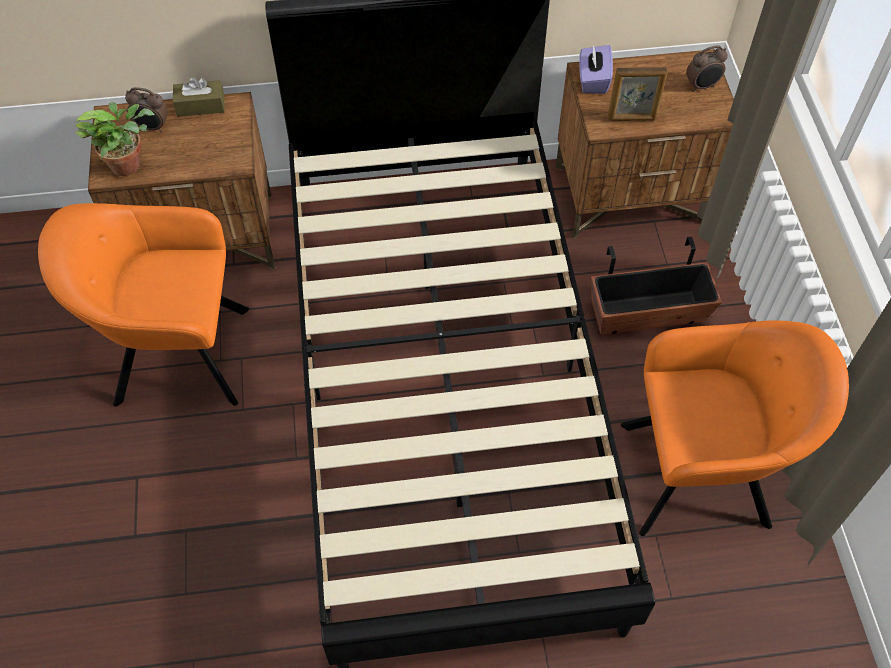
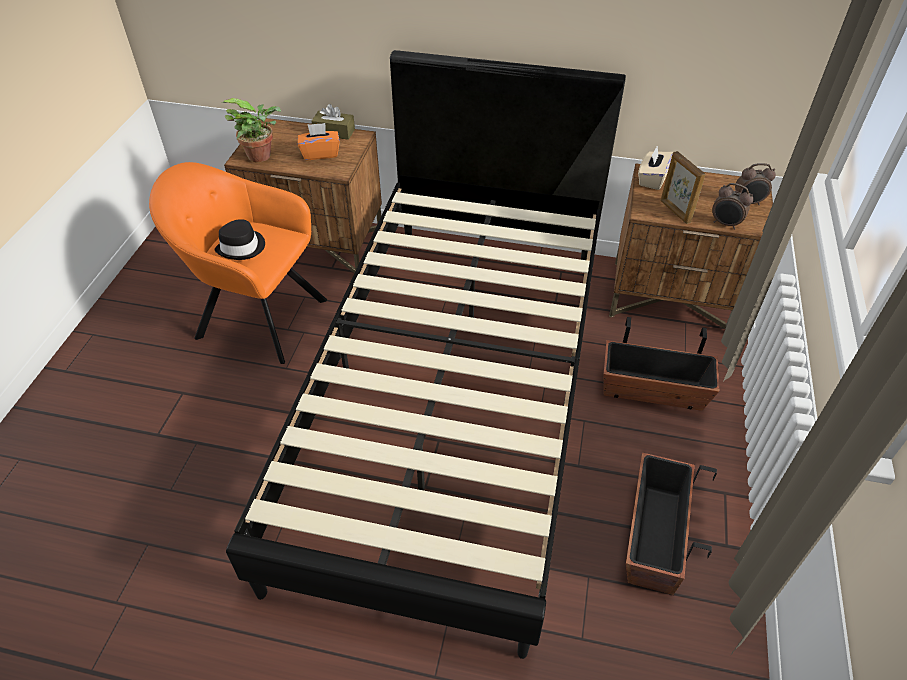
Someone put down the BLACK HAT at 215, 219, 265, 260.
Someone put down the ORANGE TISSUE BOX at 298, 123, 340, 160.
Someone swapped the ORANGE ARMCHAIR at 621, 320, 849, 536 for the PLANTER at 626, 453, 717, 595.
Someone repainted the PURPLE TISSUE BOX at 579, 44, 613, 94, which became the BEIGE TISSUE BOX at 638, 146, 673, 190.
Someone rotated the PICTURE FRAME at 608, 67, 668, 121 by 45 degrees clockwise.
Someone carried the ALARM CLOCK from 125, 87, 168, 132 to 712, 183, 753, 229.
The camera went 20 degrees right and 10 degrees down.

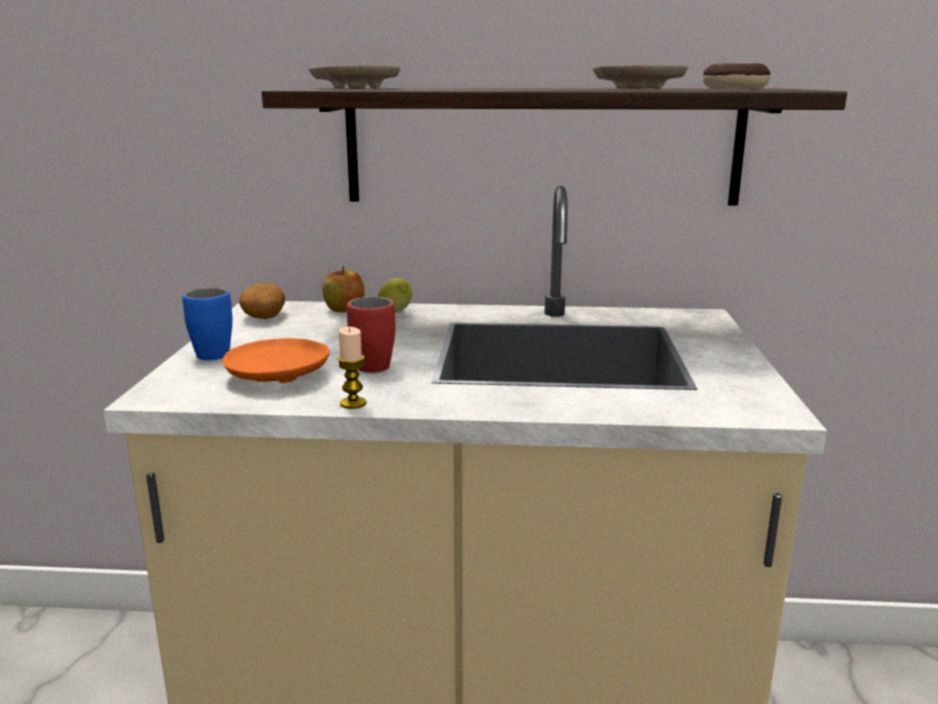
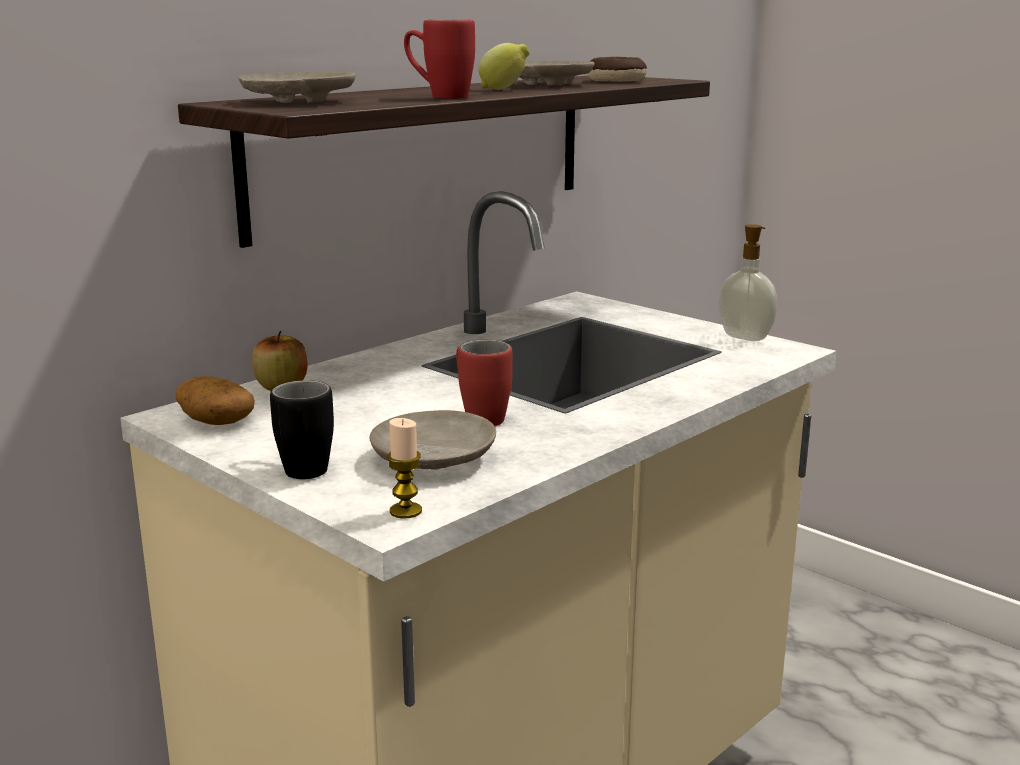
Someone repainted the BLUE MUG at 182, 288, 232, 360, which became the BLACK MUG at 270, 380, 334, 479.
Someone repainted the ORANGE PLATE at 223, 338, 330, 383, which became the BEIGE PLATE at 370, 410, 496, 470.
Someone carried the CANDLE from 337, 327, 367, 409 to 387, 418, 422, 518.
Someone put down the RED MUG at 404, 20, 475, 99.
Someone carried the LEMON from 378, 278, 412, 313 to 478, 43, 530, 90.
Someone put down the SOAP DISPENSER at 719, 224, 777, 341.
The camera went 50 degrees left and 0 degrees up.

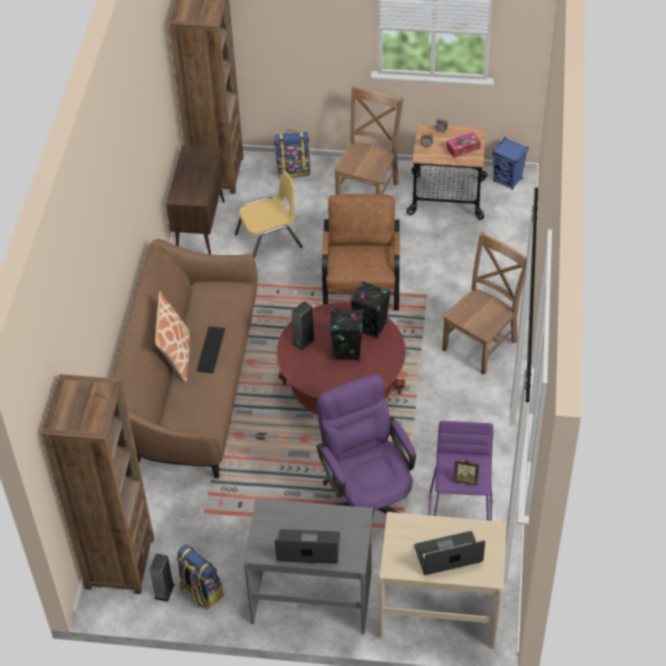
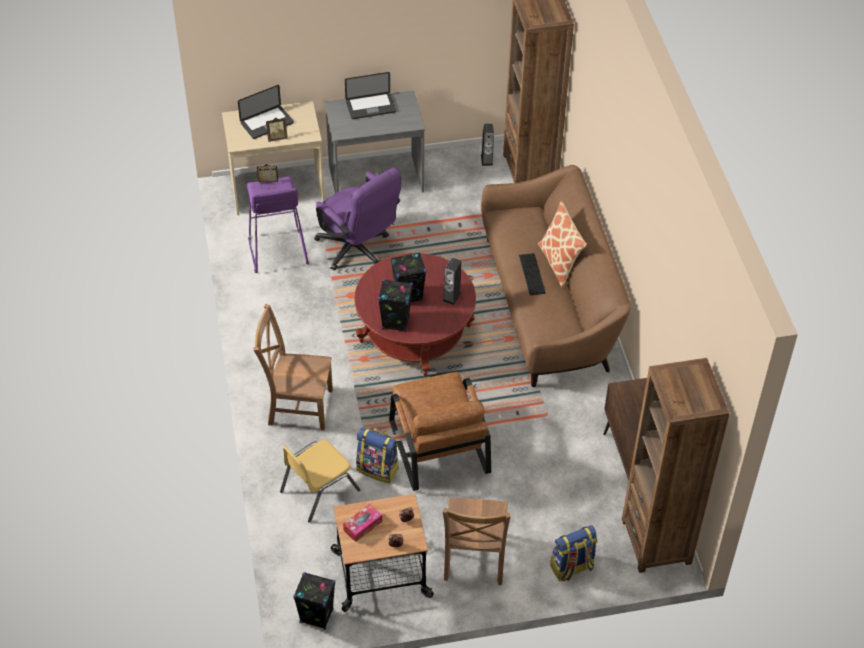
Someone rotated the BROWN CHAIR at 442, 231, 527, 375 by 75 degrees clockwise.
Someone put down the PICTURE FRAME at 266, 117, 288, 142.
Someone carried the YELLOW CHAIR from 235, 171, 303, 258 to 280, 440, 361, 523.
Someone repainted the BLUE SPEAKER at 492, 137, 528, 190, which became the BLACK SPEAKER at 293, 572, 335, 630.
Someone carried the BACKPACK from 176, 545, 224, 609 to 356, 428, 399, 483.
The camera went 160 degrees right and 0 degrees up.

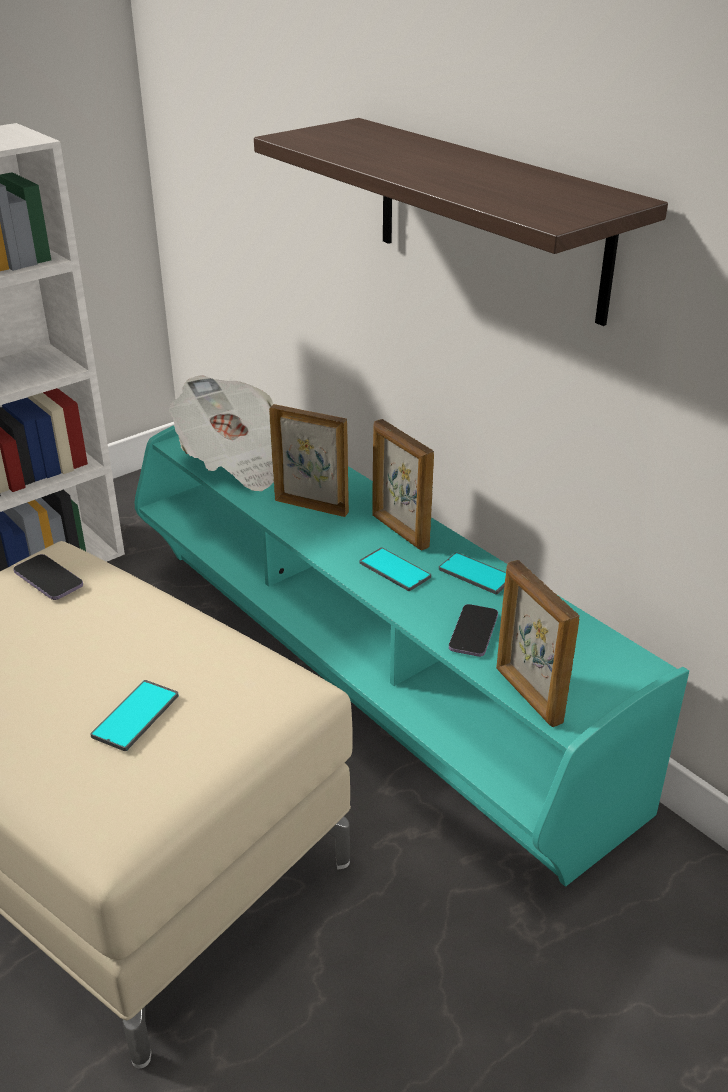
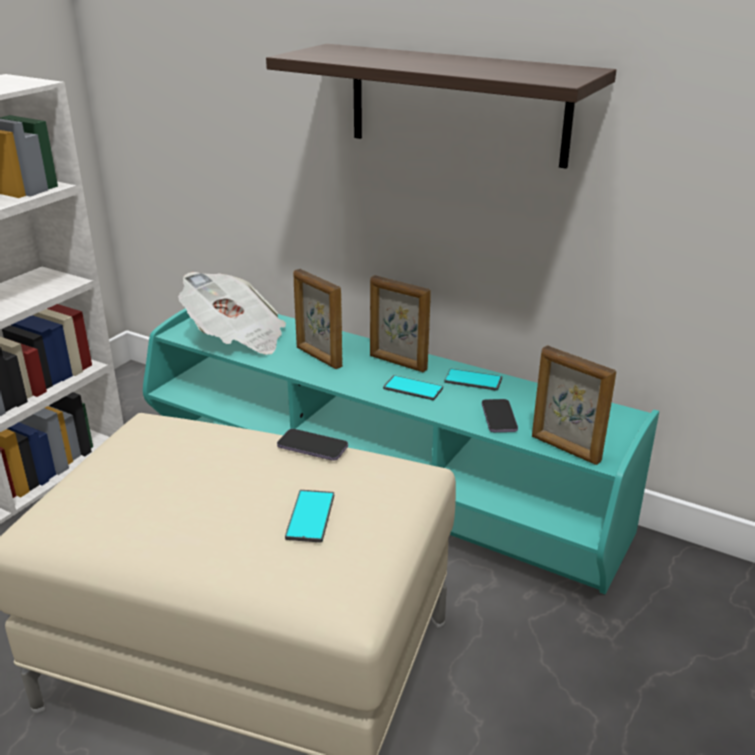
Someone carried the PHONE from 13, 554, 83, 600 to 277, 429, 348, 461.
Someone rotated the PICTURE FRAME at 269, 404, 349, 517 by 135 degrees counterclockwise.
The camera went 20 degrees left and 5 degrees down.

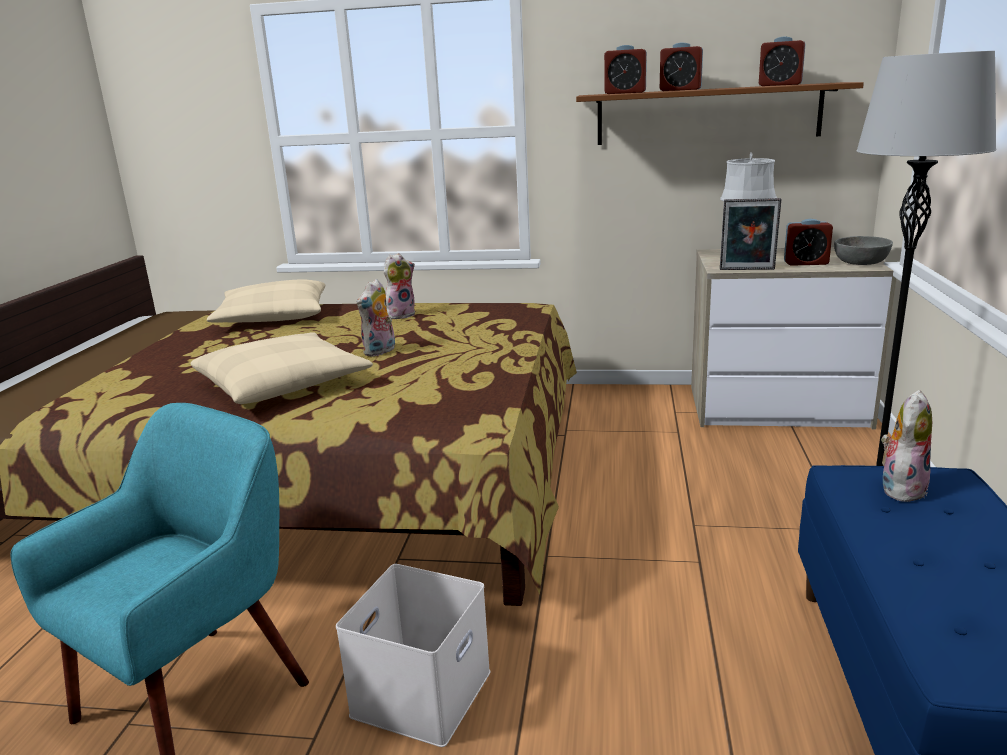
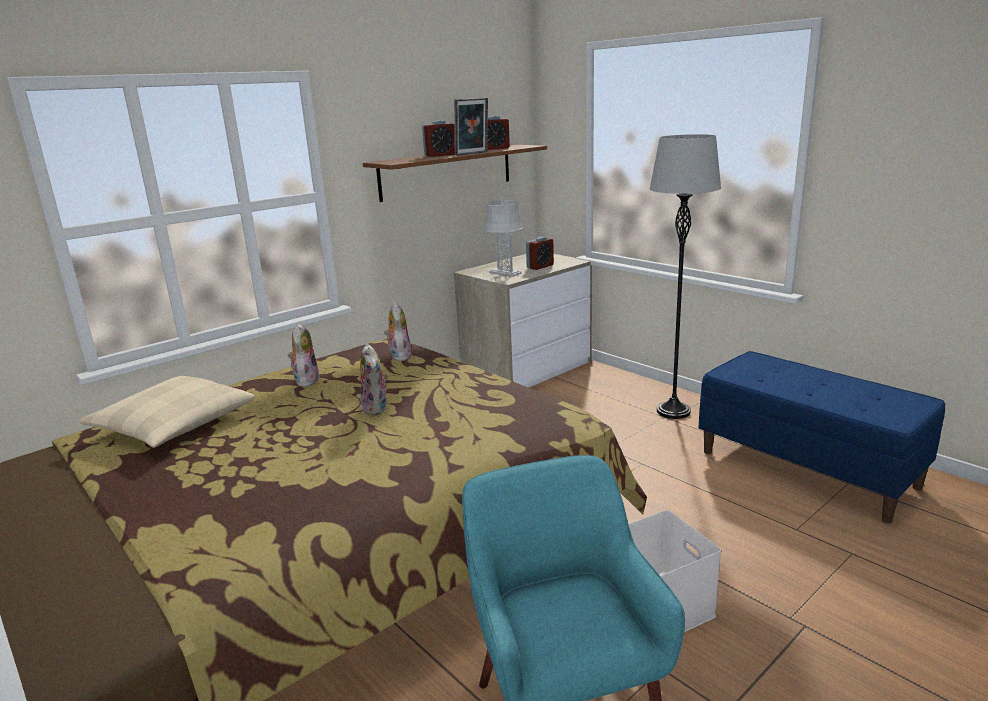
Someone carried the PLUSH TOY from 881, 390, 932, 502 to 384, 302, 412, 361.
Someone carried the PICTURE FRAME from 720, 198, 781, 270 to 454, 98, 488, 156.
Someone took away the BEIGE PILLOW at 190, 332, 373, 404.
Someone took away the ALARM CLOCK at 604, 45, 647, 94.
Someone took away the GREY BOWL at 834, 236, 893, 265.
The camera went 50 degrees left and 0 degrees up.

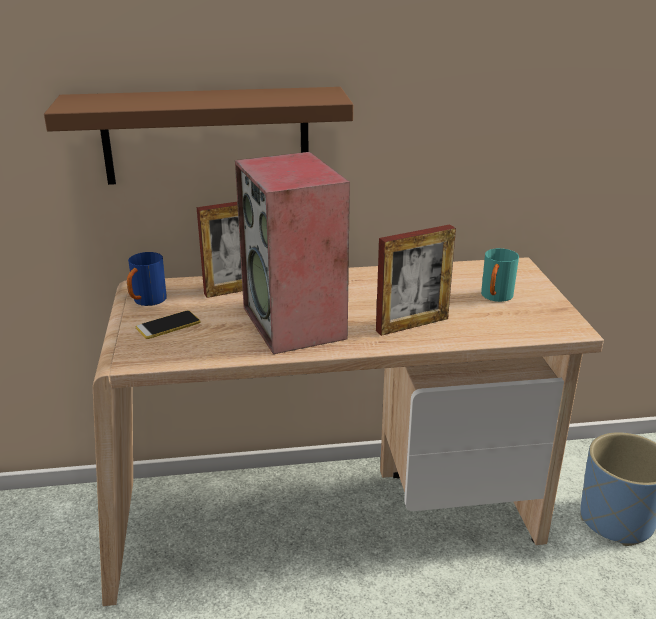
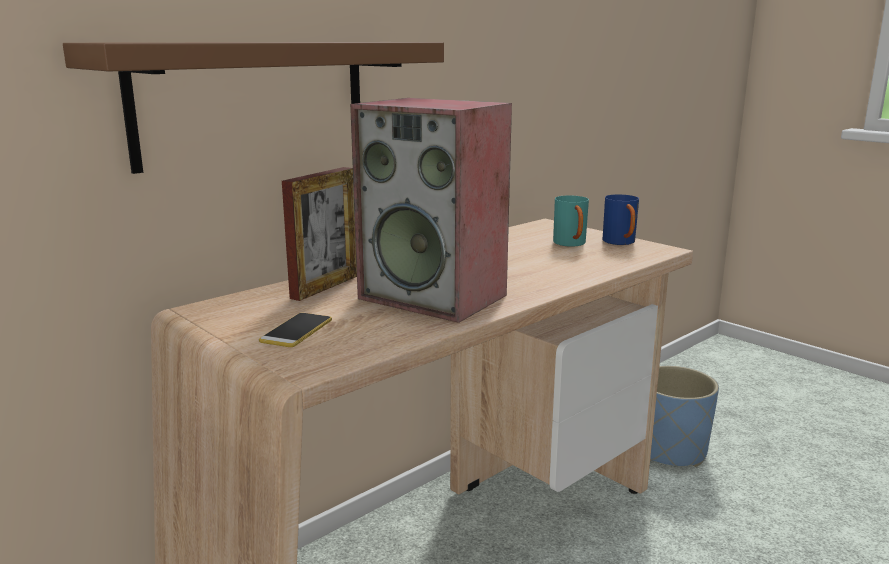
Someone carried the BLUE MUG from 127, 252, 167, 306 to 602, 194, 639, 245.
Someone took away the PICTURE FRAME at 376, 224, 456, 336.
The camera went 35 degrees left and 10 degrees down.

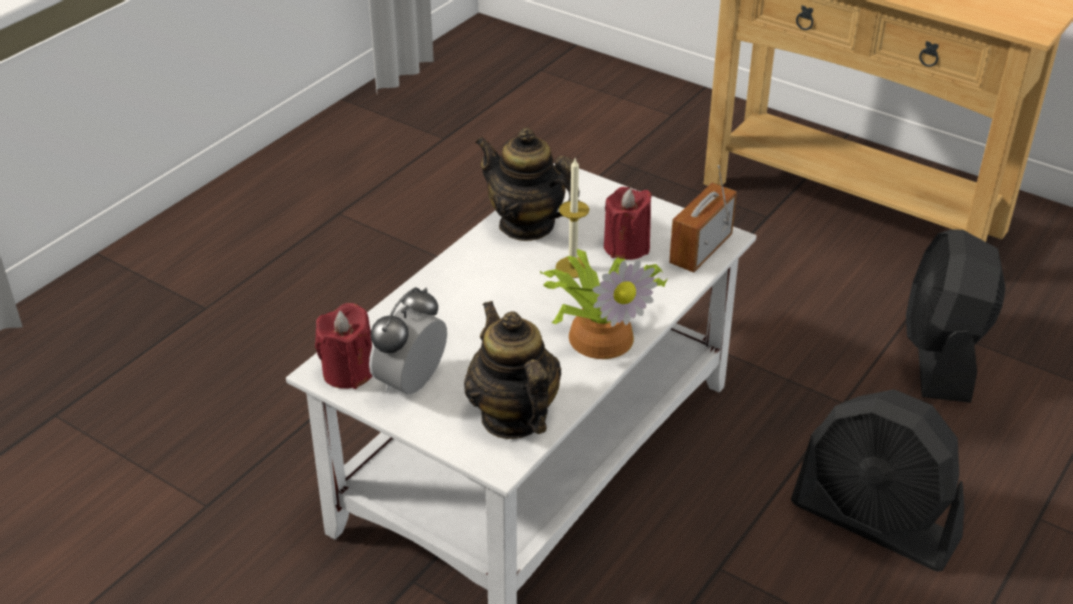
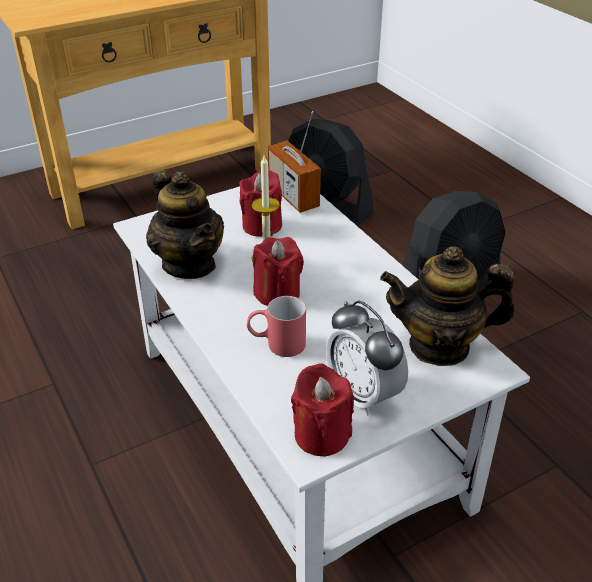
Someone rotated the TEAPOT at 475, 128, 579, 241 by 90 degrees counterclockwise.
Someone put down the RED MUG at 247, 296, 306, 357.
Someone put down the RED CANDLE at 253, 237, 304, 306.
Someone took away the POTTED PLANT at 540, 249, 669, 359.
The camera went 65 degrees left and 0 degrees up.

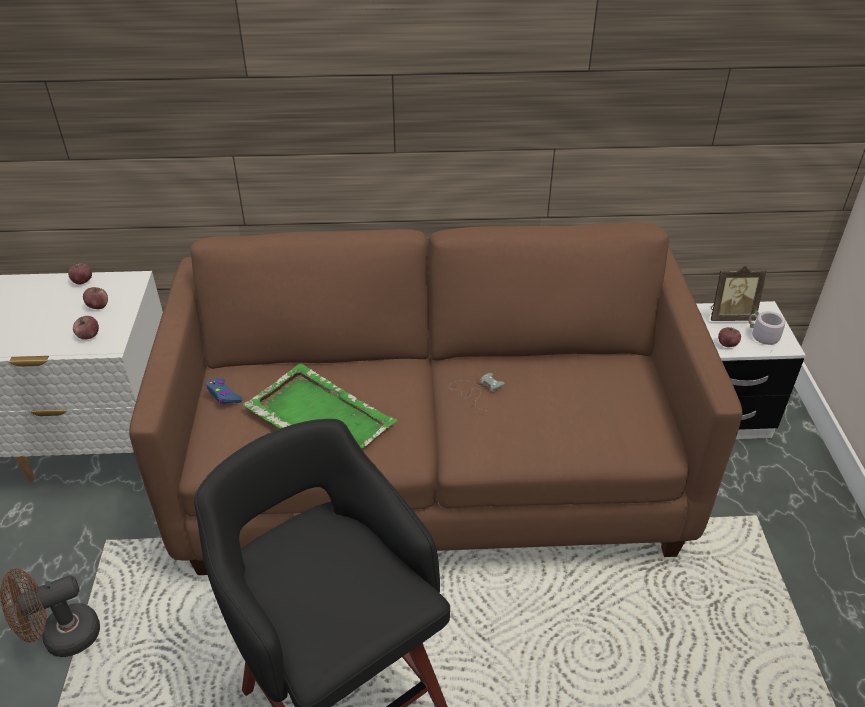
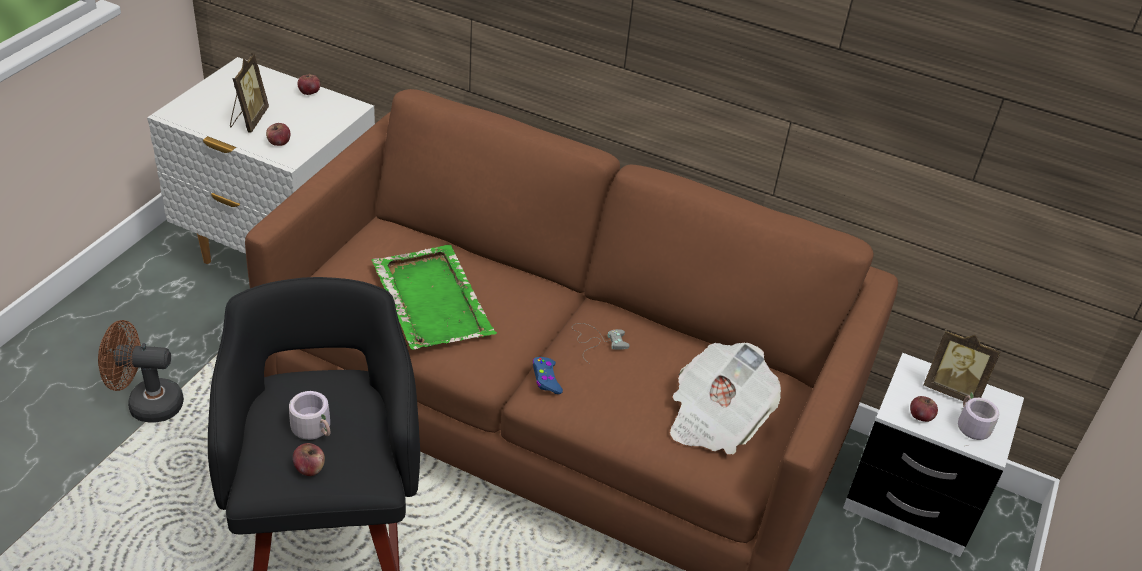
Someone put down the PICTURE FRAME at 230, 53, 269, 133.
Someone put down the GREY MUG at 289, 391, 330, 440.
Someone carried the APPLE from 83, 287, 108, 309 to 293, 443, 325, 476.
Someone carried the BLUE GAME CONTROLLER from 206, 378, 243, 404 to 532, 357, 563, 394.
Someone put down the NEWSPAPER at 670, 343, 781, 454.
The camera went 25 degrees right and 0 degrees up.

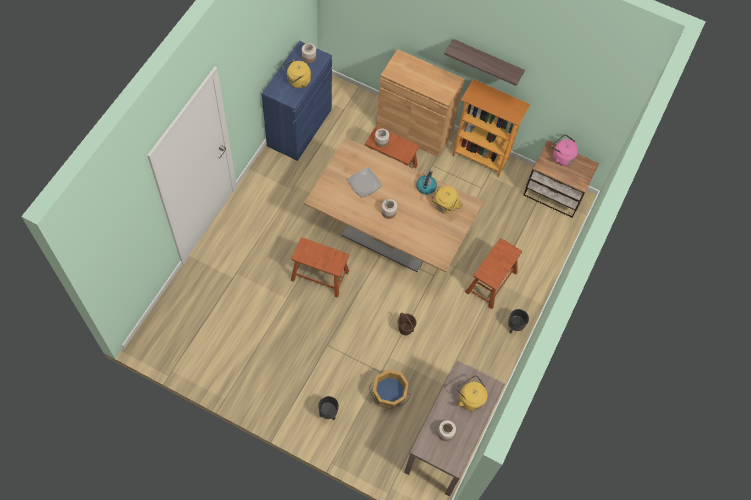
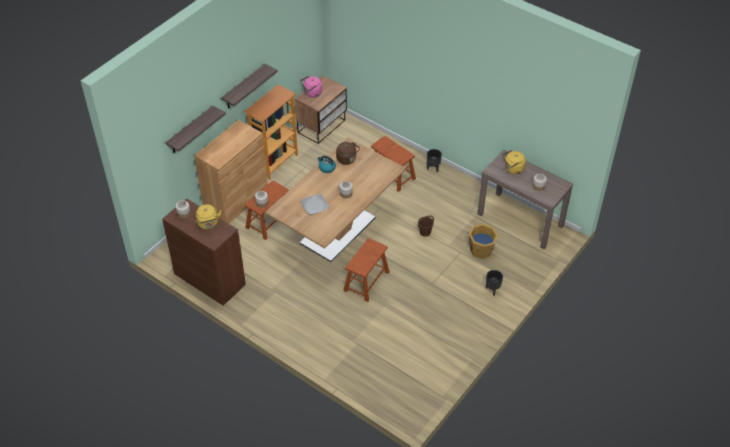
Someone repainted the BLUE CABINET at 262, 41, 332, 161, which became the BROWN CABINET at 162, 198, 246, 306.
Someone put up the SHELF at 165, 106, 226, 153.
Someone repainted the YELLOW KETTLE at 431, 186, 463, 213, which became the BROWN KETTLE at 336, 142, 360, 165.
The camera went 75 degrees left and 15 degrees down.

